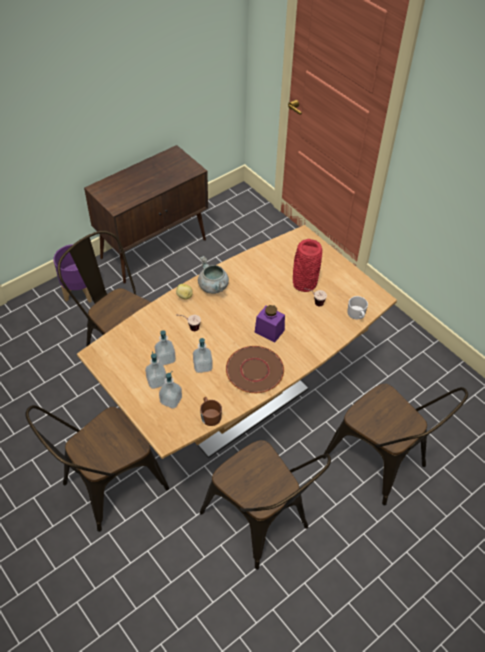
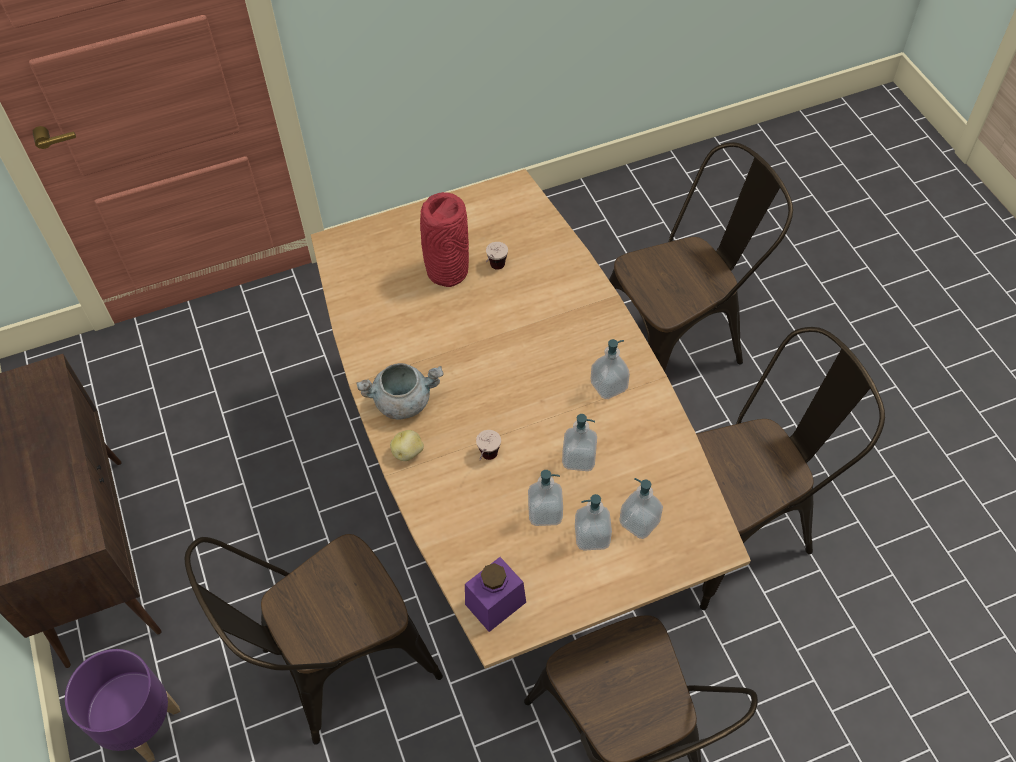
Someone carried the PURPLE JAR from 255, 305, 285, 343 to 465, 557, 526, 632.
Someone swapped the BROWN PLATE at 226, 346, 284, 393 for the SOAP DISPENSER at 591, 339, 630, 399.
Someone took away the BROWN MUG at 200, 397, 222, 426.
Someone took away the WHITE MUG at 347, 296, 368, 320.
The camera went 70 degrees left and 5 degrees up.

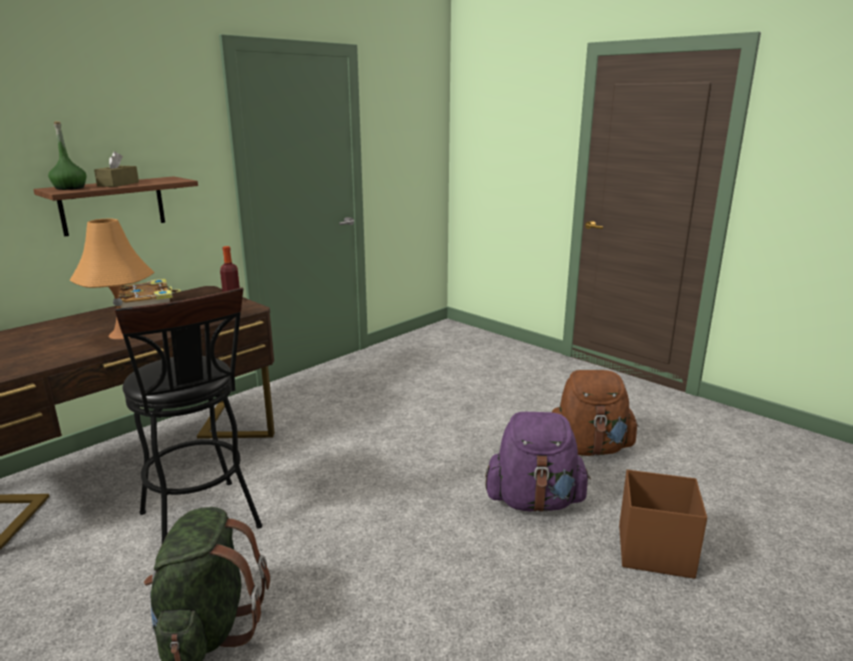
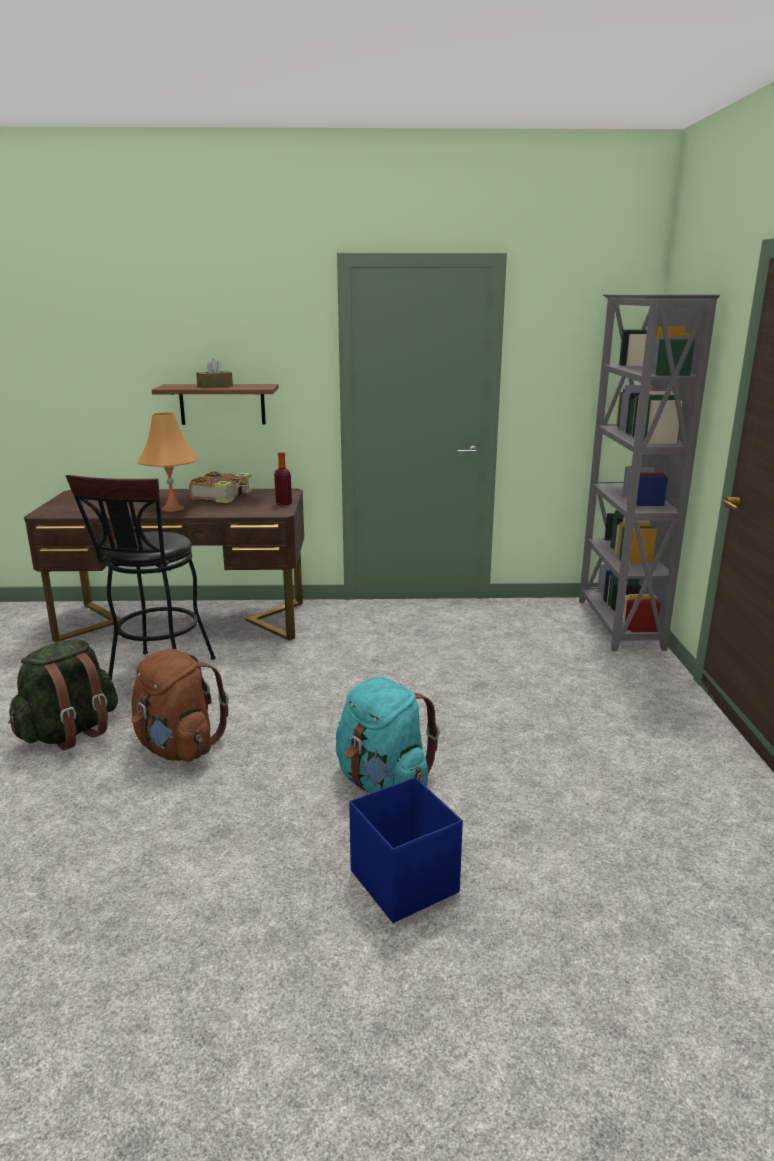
Someone carried the BROWN BACKPACK from 552, 370, 639, 456 to 131, 649, 229, 762.
Someone repainted the PURPLE BACKPACK at 485, 412, 591, 512, which became the TURQUOISE BACKPACK at 336, 677, 440, 793.
Someone repainted the BROWN STORAGE BOX at 619, 470, 707, 579, which became the BLUE STORAGE BOX at 349, 777, 463, 923.
Someone put down the GREY BOOKCASE at 579, 294, 720, 651.
Someone took away the GREEN BOTTLE at 48, 121, 87, 190.
The camera went 45 degrees right and 0 degrees up.

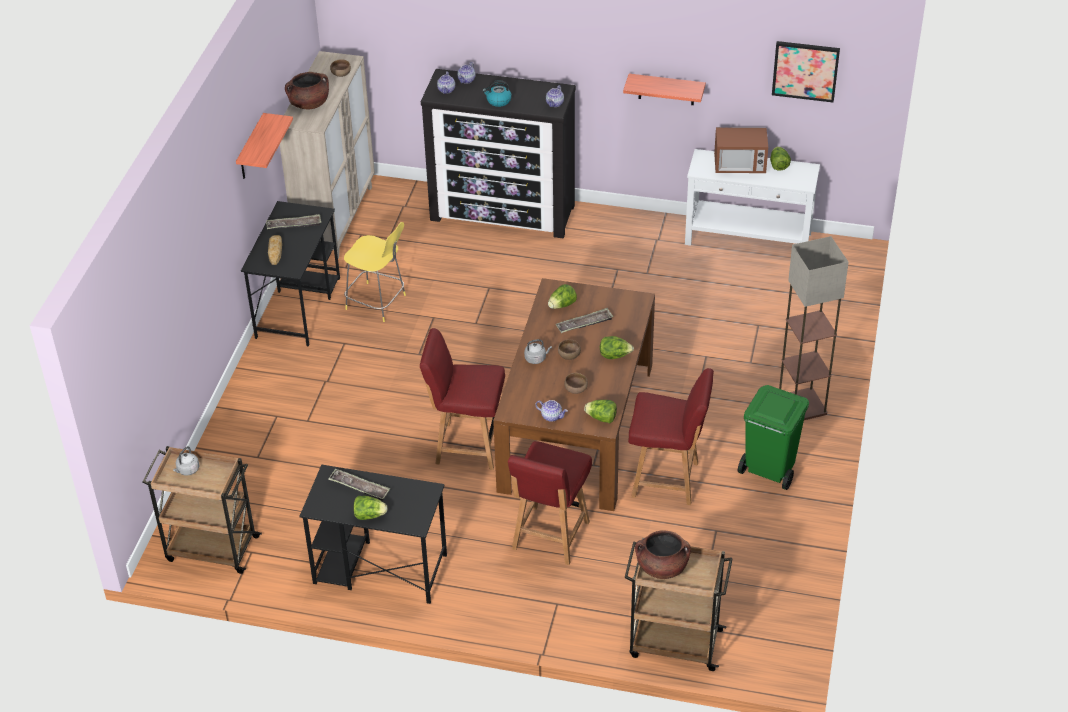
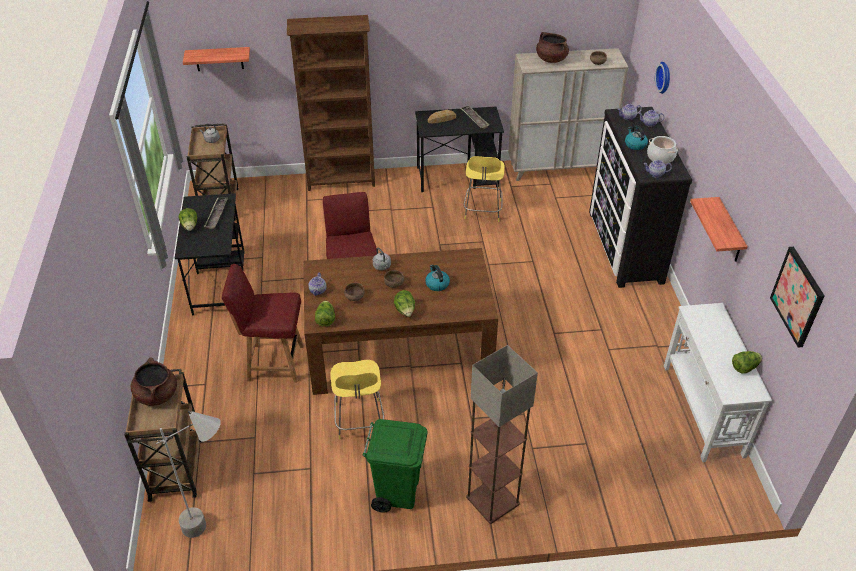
Someone put down the GREY FLOOR LAMP at 156, 410, 221, 538.
Someone carried the SHELF from 236, 113, 293, 179 to 183, 47, 250, 71.
Someone put down the BROWN BOOKCASE at 287, 15, 375, 191.
Someone swapped the RED CHAIR at 628, 368, 714, 505 for the YELLOW STOOL at 331, 360, 384, 440.
Someone swapped the TRAY at 556, 308, 613, 333 for the KETTLE at 425, 265, 450, 291.
Someone put down the COOKING POT at 647, 136, 678, 164.
Someone put up the WALL CLOCK at 655, 62, 670, 94.
Someone took away the LETTUCE at 548, 284, 577, 309.
Someone took away the MICROWAVE at 714, 127, 768, 173.
The camera went 70 degrees right and 0 degrees up.

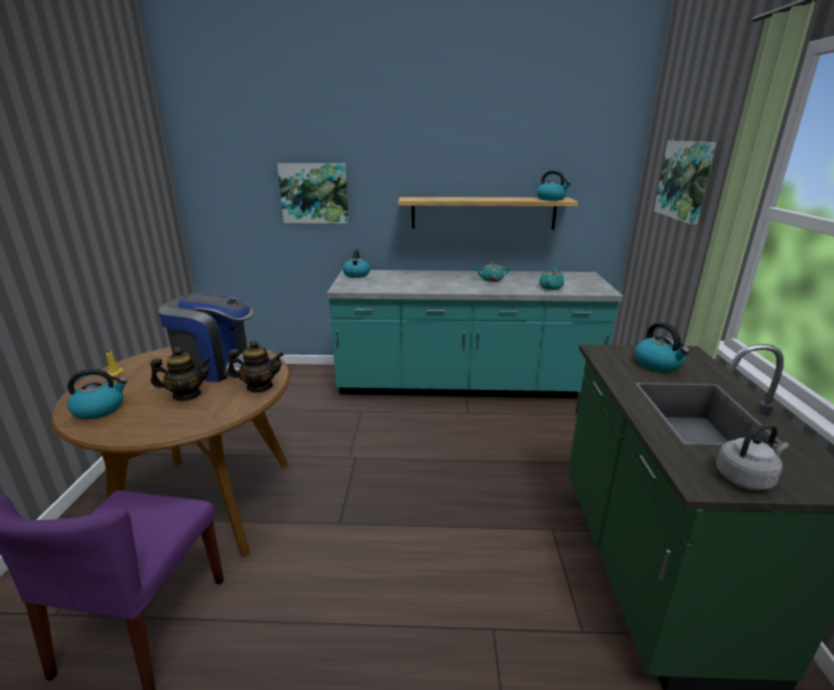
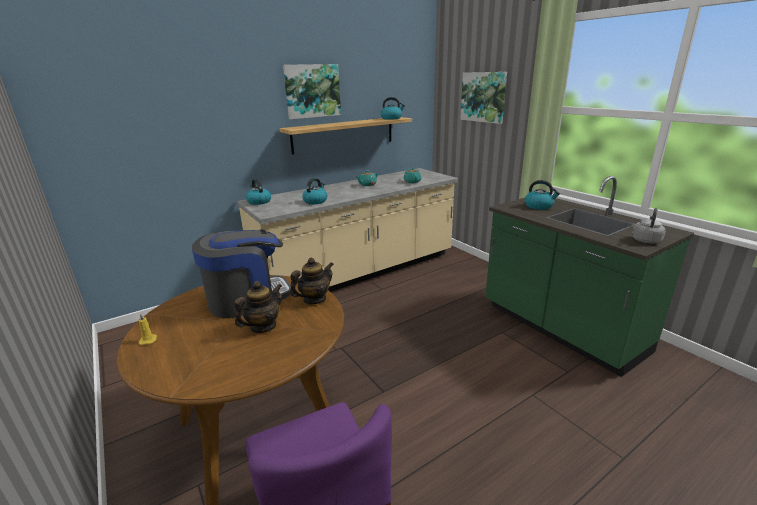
Someone repainted the TURQUOISE COUNTER at 327, 270, 623, 398, which became the BEIGE COUNTER at 237, 168, 458, 292.
Someone carried the PICTURE from 277, 163, 349, 223 to 283, 64, 341, 119.
Someone carried the KETTLE from 67, 369, 127, 419 to 302, 178, 327, 204.
The camera went 35 degrees left and 0 degrees up.

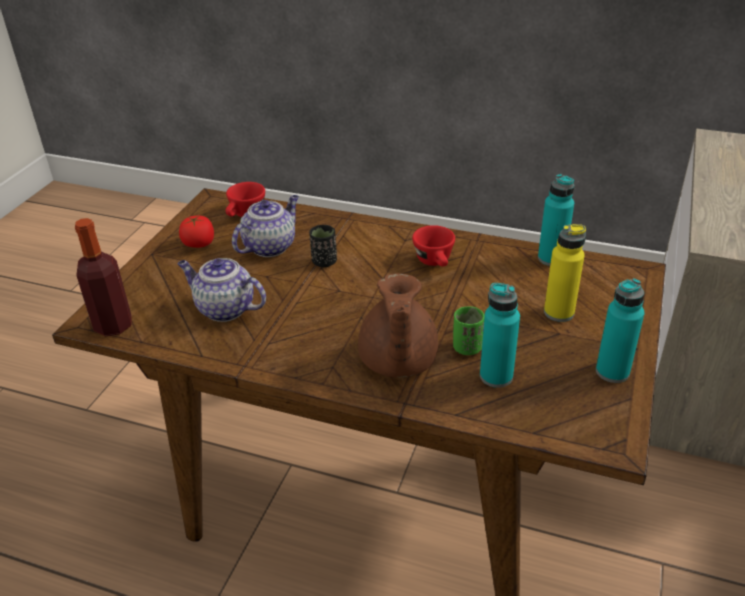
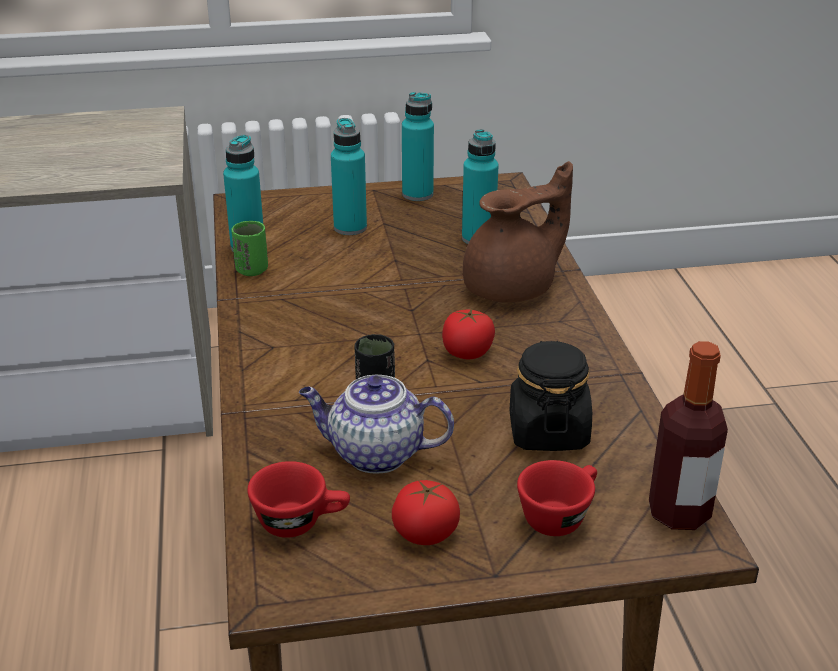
Someone carried the GREEN CUP from 453, 306, 485, 355 to 231, 221, 268, 276.
Someone repainted the YELLOW BOTTLE at 544, 224, 586, 322, which became the TURQUOISE BOTTLE at 331, 118, 367, 235.
Someone put down the TOMATO at 442, 308, 495, 359.
Someone swapped the TEAPOT at 177, 258, 266, 322 for the BLACK JAR at 509, 341, 592, 451.
Someone carried the RED CUP from 412, 225, 455, 267 to 517, 460, 597, 536.
The camera went 120 degrees left and 5 degrees down.

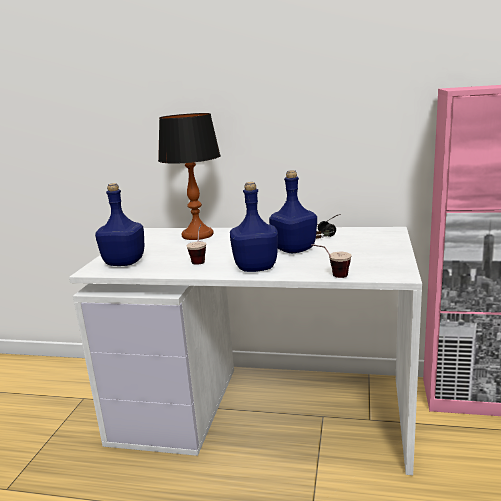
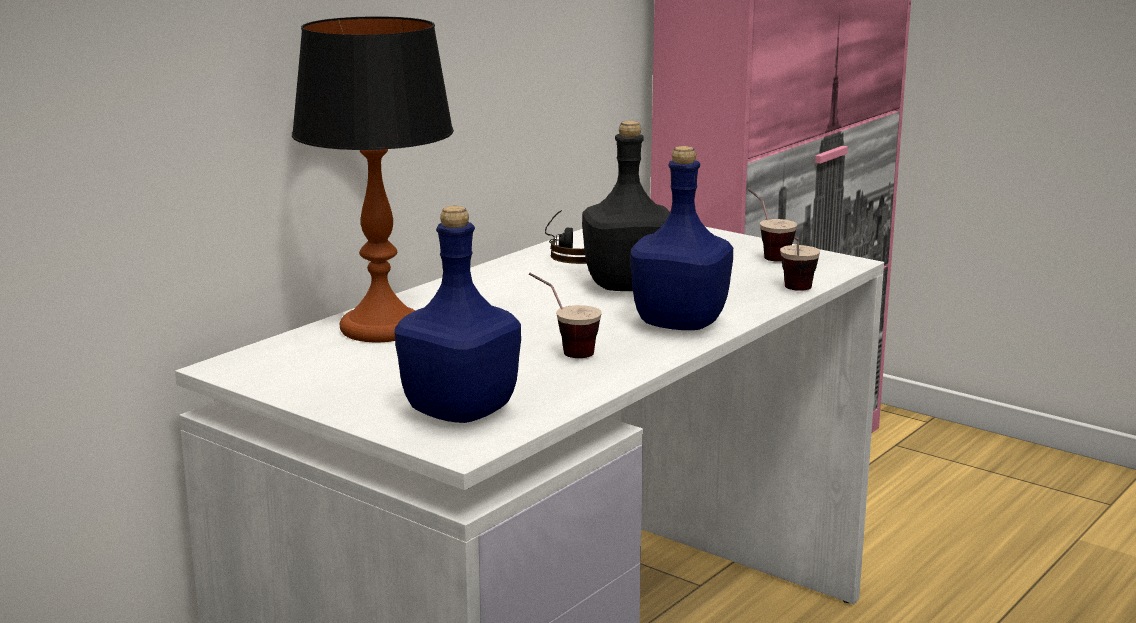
Someone repainted the BLUE BOTTLE at 269, 170, 317, 253, which became the BLACK BOTTLE at 582, 121, 670, 291.
Someone put down the CUP at 748, 188, 797, 262.
The camera went 65 degrees left and 0 degrees up.

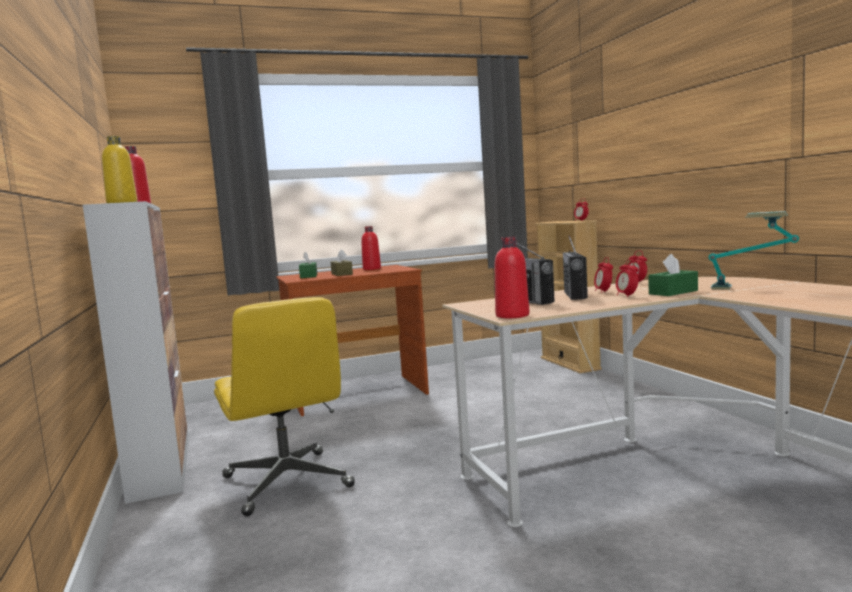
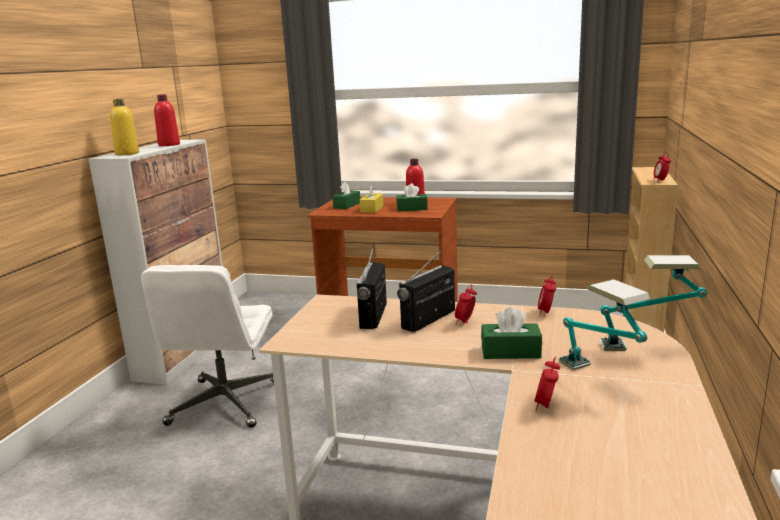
Someone repainted the YELLOW OFFICE CHAIR at 214, 297, 355, 516, which became the WHITE OFFICE CHAIR at 141, 265, 274, 428.
Someone repainted the BROWN TISSUE BOX at 331, 249, 353, 276, which became the YELLOW TISSUE BOX at 360, 184, 384, 213.
Someone put down the GREEN TISSUE BOX at 396, 183, 428, 212.
Someone carried the ALARM CLOCK from 616, 259, 639, 297 to 534, 357, 560, 411.
Someone put down the TABLE LAMP at 599, 255, 707, 351.
Someone took away the RED BOTTLE at 495, 237, 530, 318.
The camera went 35 degrees right and 10 degrees up.

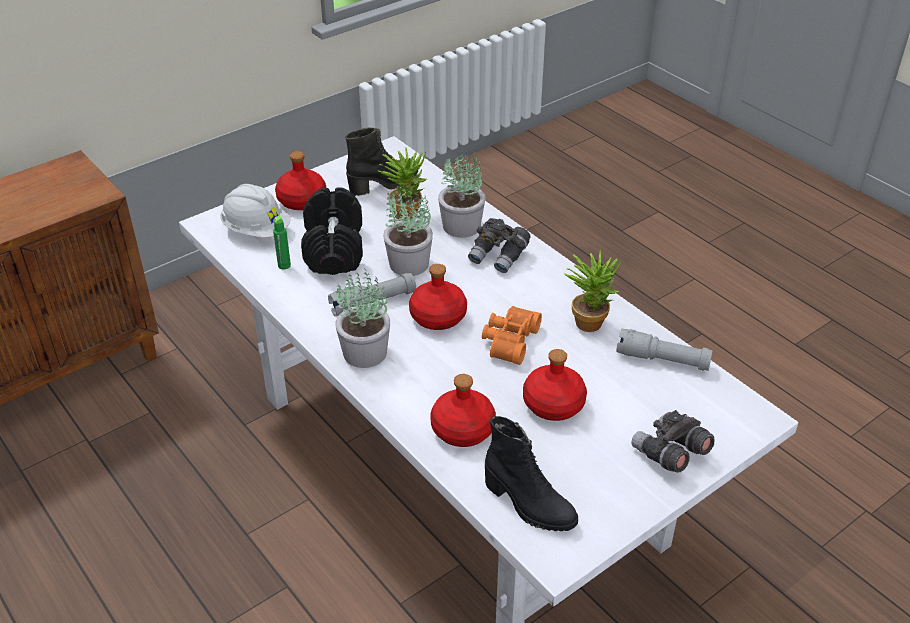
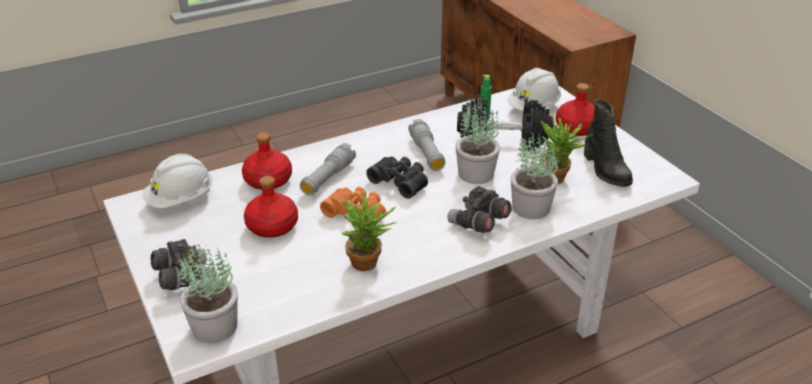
Someone swapped the BLACK BOOT at 485, 416, 578, 531 for the WHITE HARD HAT at 142, 154, 213, 208.
Someone carried the POTTED PLANT from 335, 268, 390, 368 to 179, 244, 238, 343.
Someone carried the GREY FLASHLIGHT from 616, 329, 713, 371 to 300, 143, 356, 196.
Someone swapped the RED BOTTLE at 409, 264, 467, 330 for the BLACK BINOCULARS at 366, 156, 428, 199.
The camera went 100 degrees right and 5 degrees down.

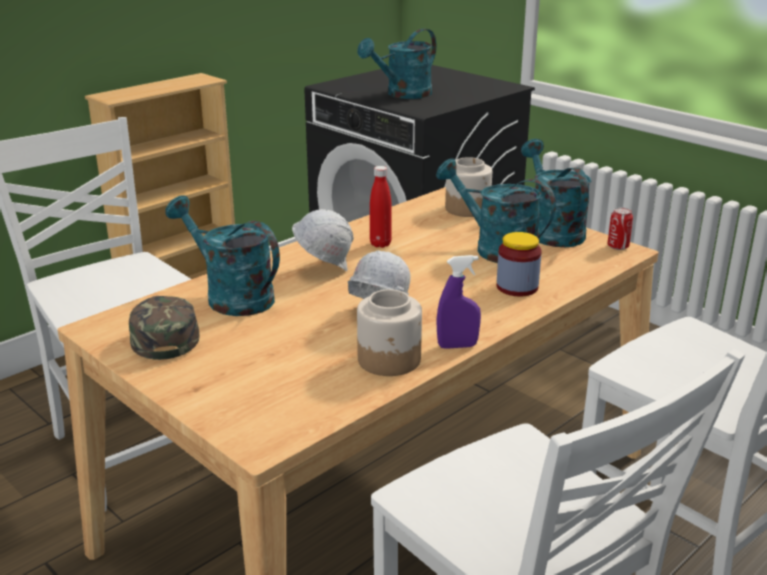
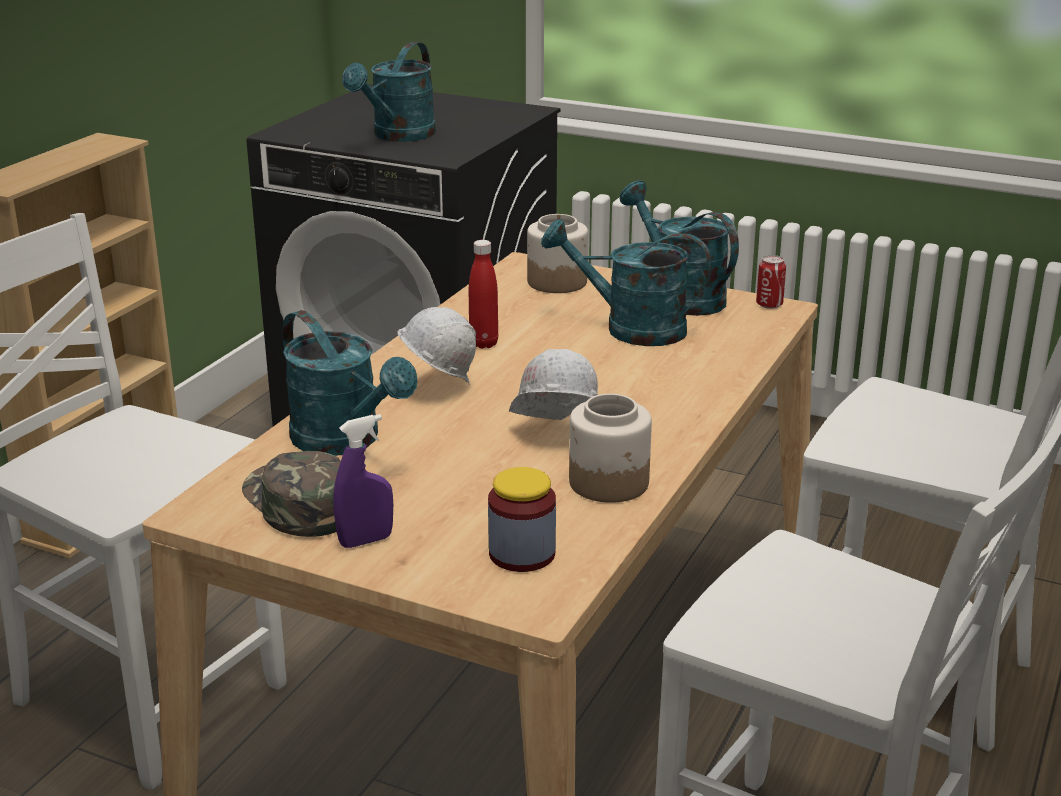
Someone rotated the TURQUOISE WATERING CAN at 165, 195, 280, 316 by 150 degrees counterclockwise.
Someone carried the PURPLE SPRAY BOTTLE from 436, 255, 481, 349 to 334, 414, 393, 548.
Someone carried the JAR from 496, 232, 542, 296 to 488, 467, 556, 572.
The camera went 20 degrees left and 0 degrees up.

